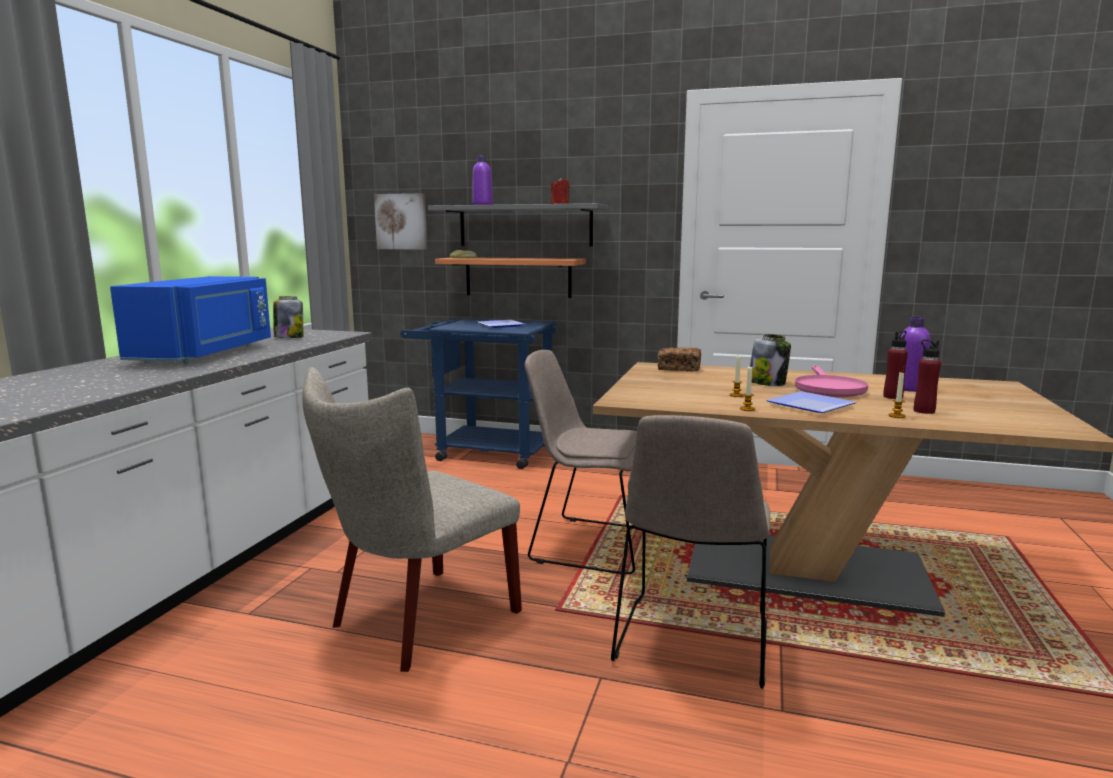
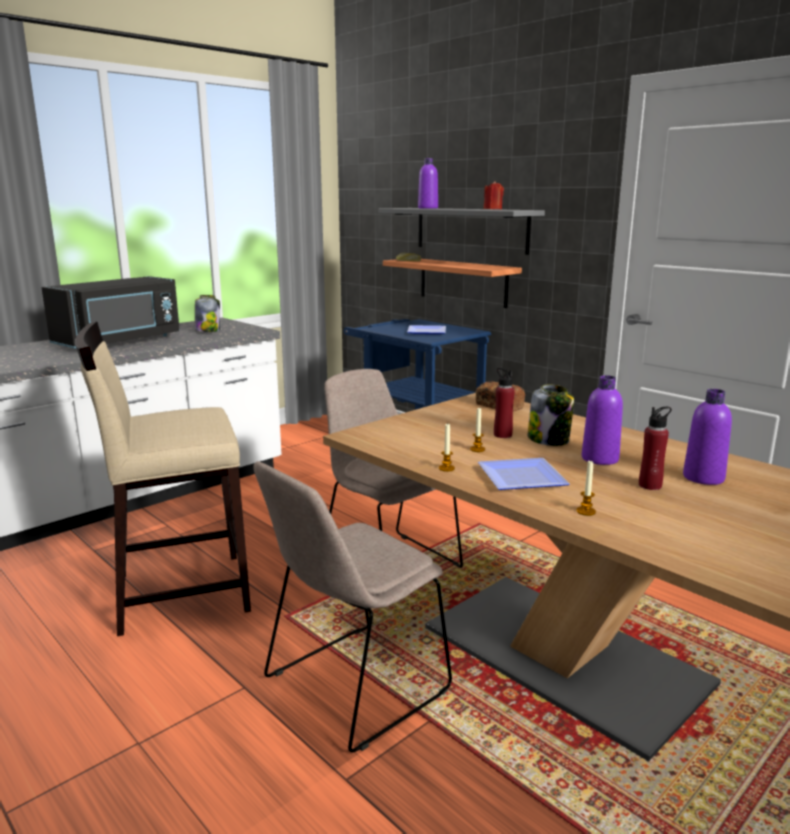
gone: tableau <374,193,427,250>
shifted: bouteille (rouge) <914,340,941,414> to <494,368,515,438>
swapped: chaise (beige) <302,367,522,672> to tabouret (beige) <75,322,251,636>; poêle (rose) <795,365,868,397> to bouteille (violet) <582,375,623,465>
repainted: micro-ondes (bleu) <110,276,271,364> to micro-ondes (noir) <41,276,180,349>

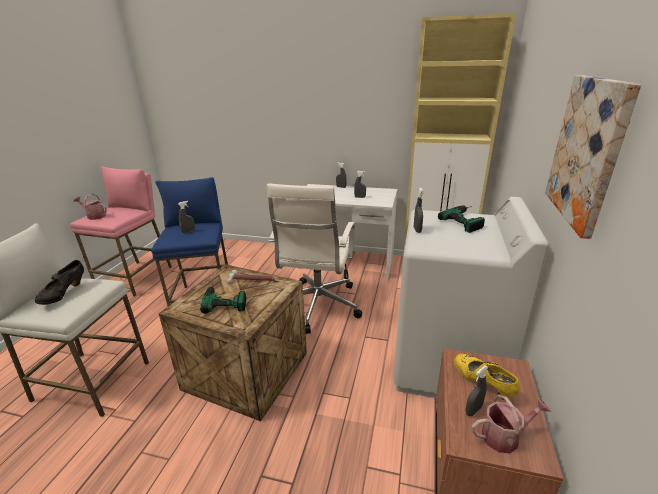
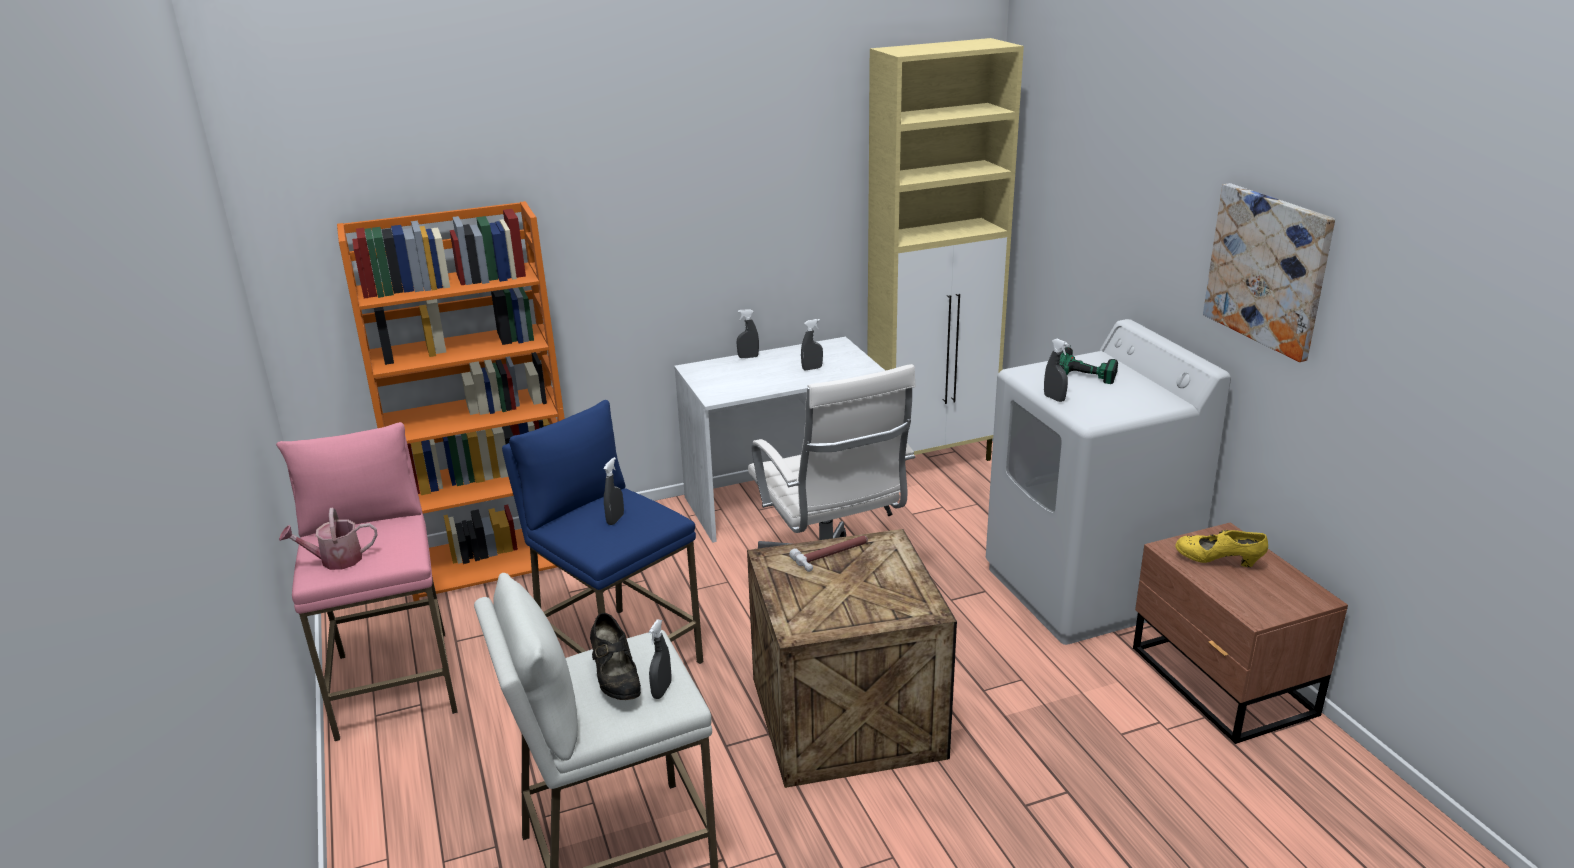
gone: perceuse <200,283,246,314>; arrosoir <471,395,551,453>
new: bibliothèque (orange) <337,201,565,601>
shifted: vaporisateur (gris) <466,365,489,416> to <649,619,671,699>

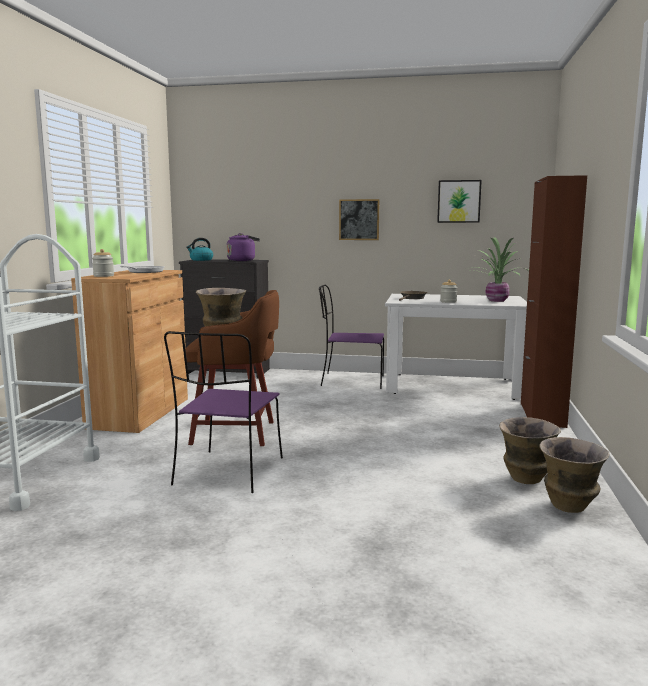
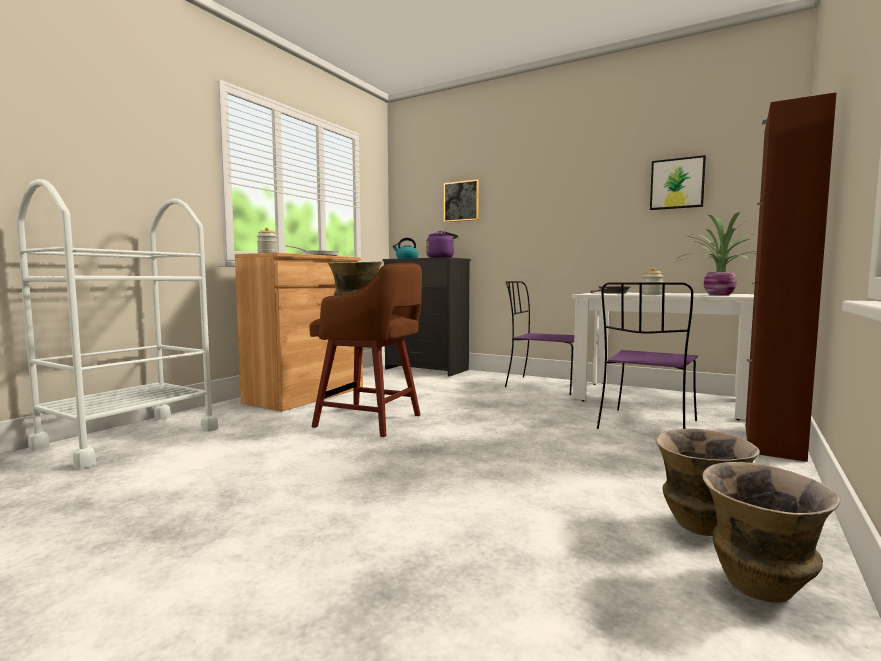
shifted: tableau <339,199,380,240> to <444,179,479,222>; chaise (violet) <164,331,283,493> to <597,282,698,429>

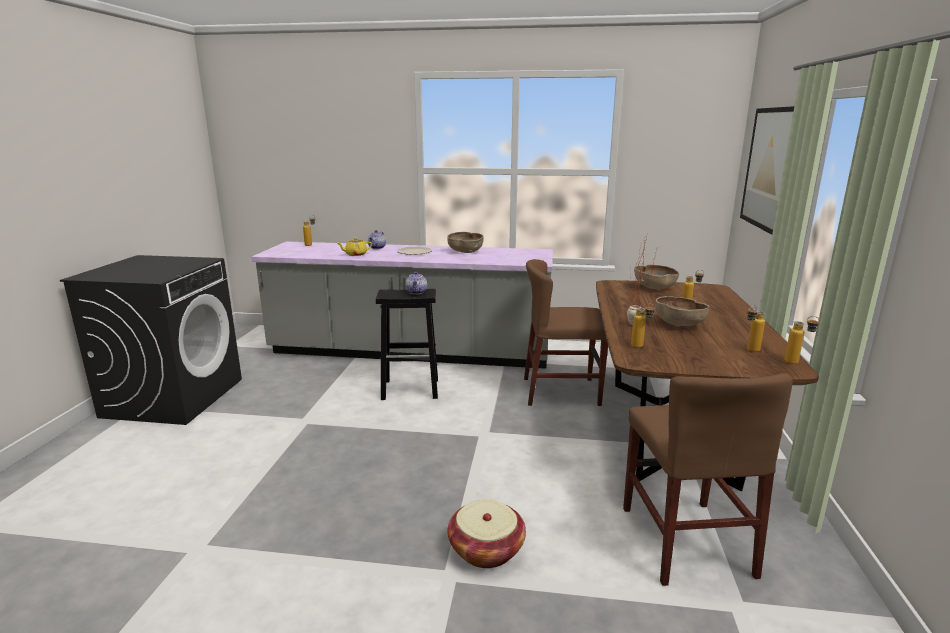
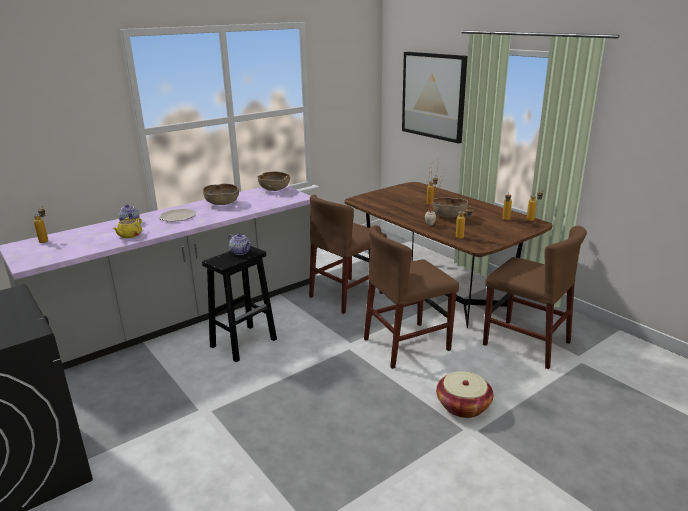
new: chaise (marron) <364,225,459,369>
shifted: bol (marron) <634,264,679,289> to <258,171,290,191>

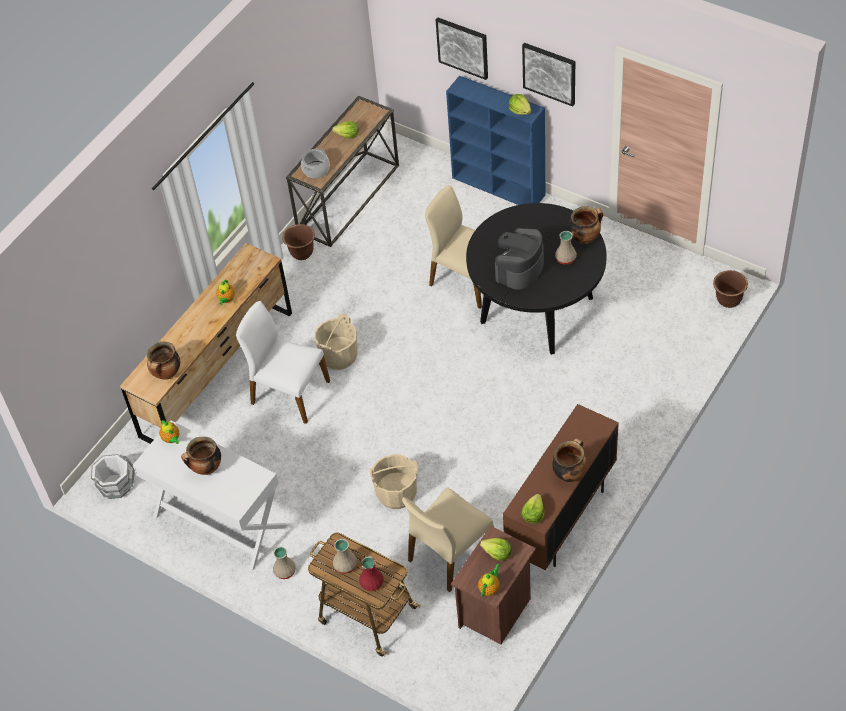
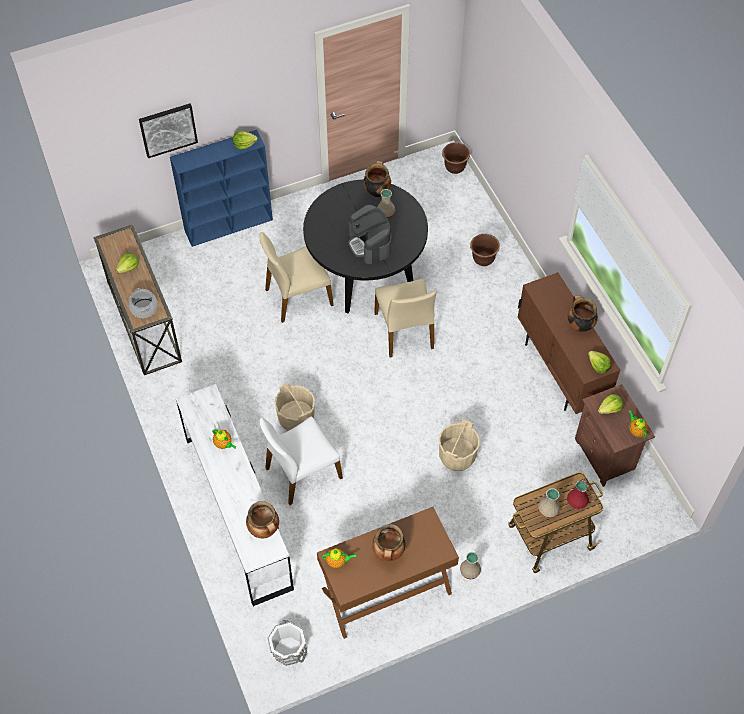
gone: tableau <522,43,575,107>
shifted: chaise (beige) <402,487,494,592> to <374,279,436,357>; cache-pot (marron) <282,224,315,260> to <470,234,500,266>
repainted: commode (marron) <120,243,292,444> to commode (blanc) <176,384,294,606>; table console (blanc) <133,420,287,571> to table console (marron) <317,507,459,639>

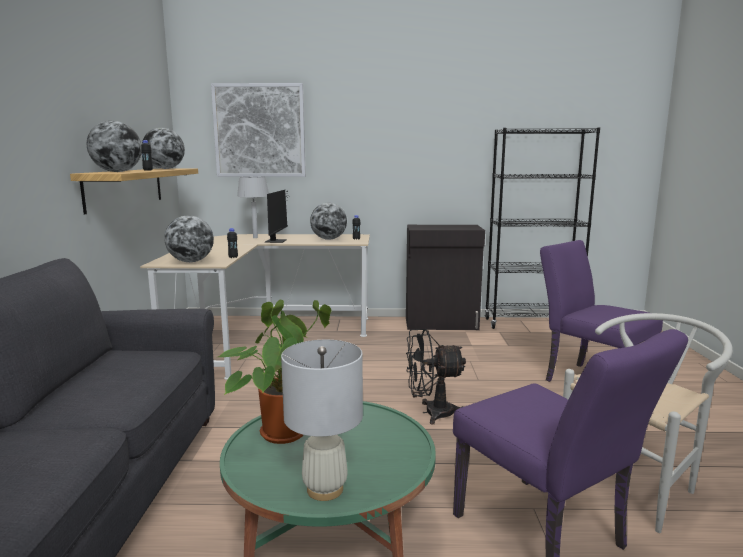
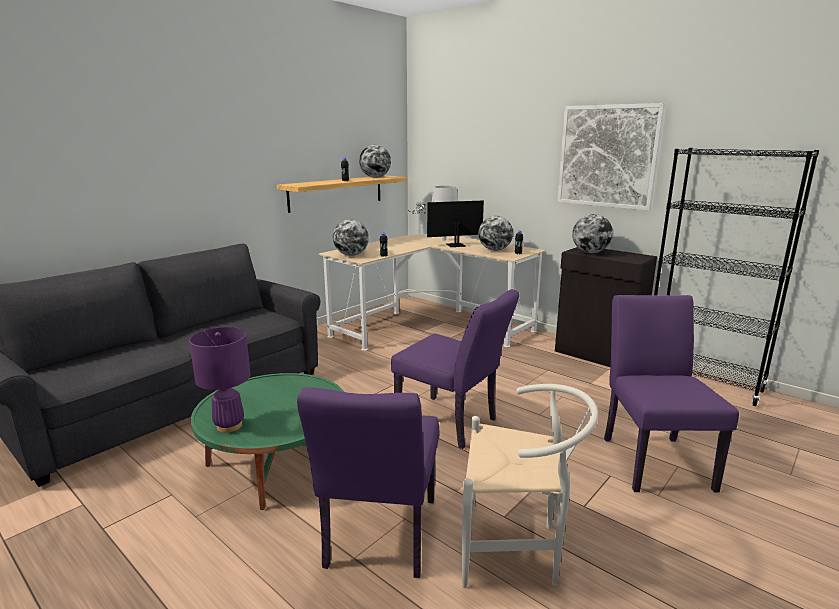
gone: plante en pot <218,300,332,444>
shifted: tableau <211,83,306,177> to <557,103,665,211>; globe <87,121,142,172> to <572,214,613,253>
swapped: ventilateur (noir) <406,329,466,424> to chaise (violet) <391,289,520,449>
repainted: lampe de table (blanc) <281,340,363,501> to lampe de table (violet) <189,327,251,433>
rotated: écran d'ordinateur <265,190,289,243> = <417,200,484,247> 150 degrees counterclockwise

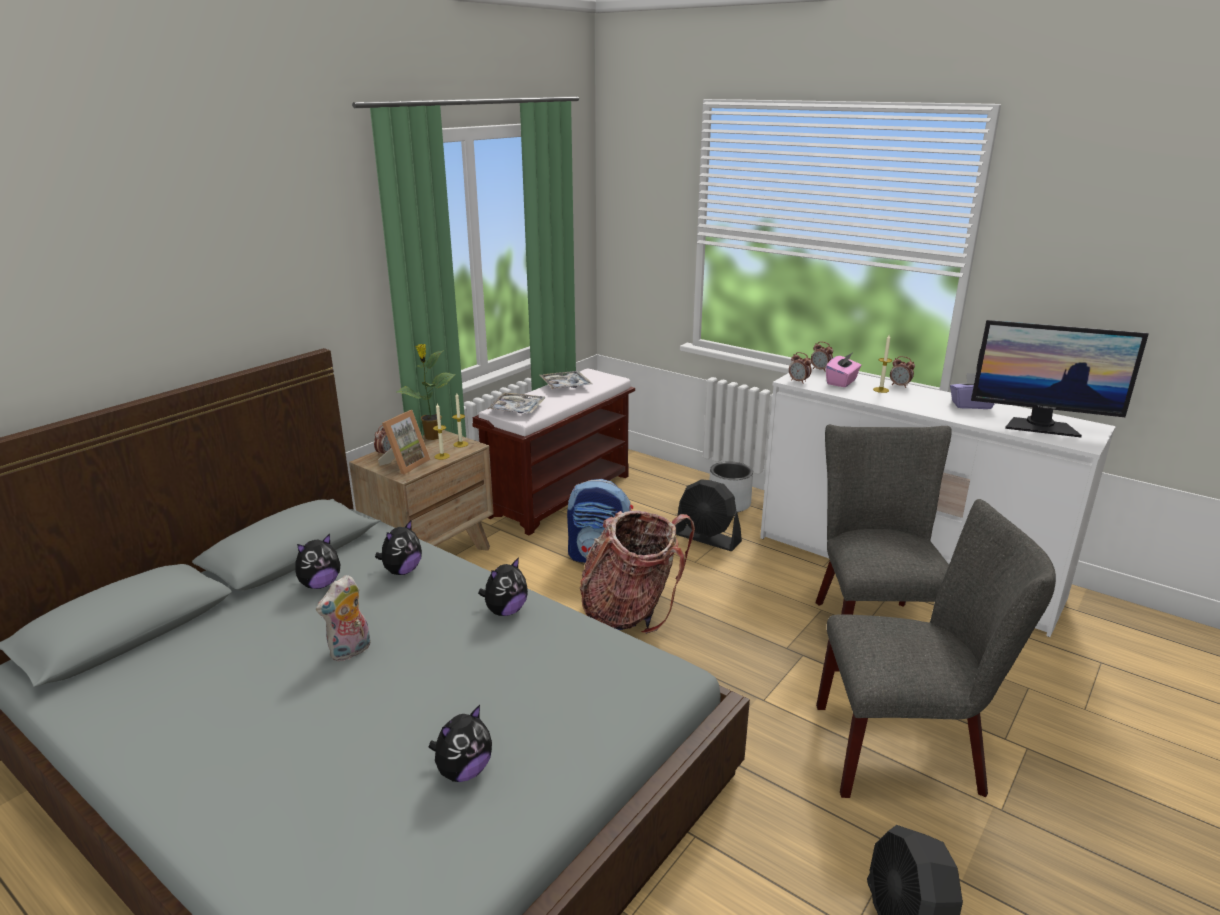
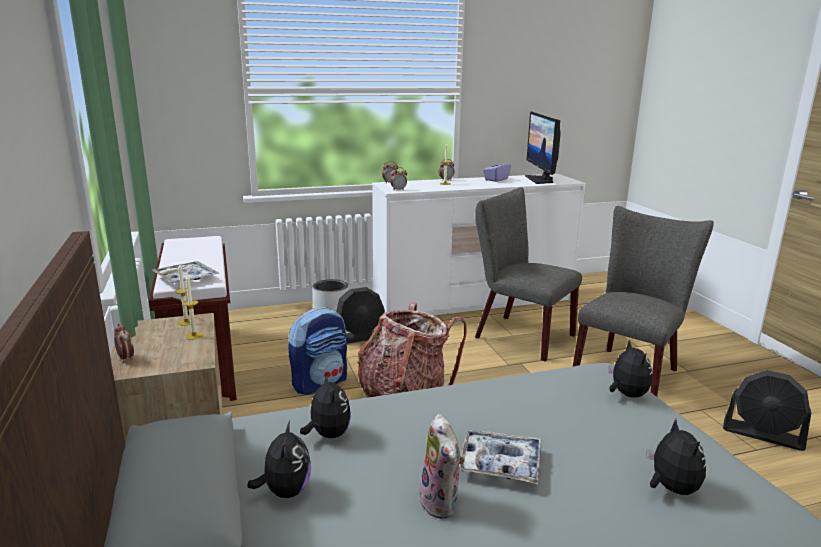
gone: cadre photo <378,410,430,475>; plante en pot <396,344,456,440>; boîte à mouchoirs (rose) <826,352,861,387>
shifted: plateau <540,371,593,389> to <459,429,542,484>; peluche <478,557,528,616> to <608,340,652,398>
rotated: écran d'ordinateur <971,320,1149,437> = <525,111,561,184> 120 degrees clockwise

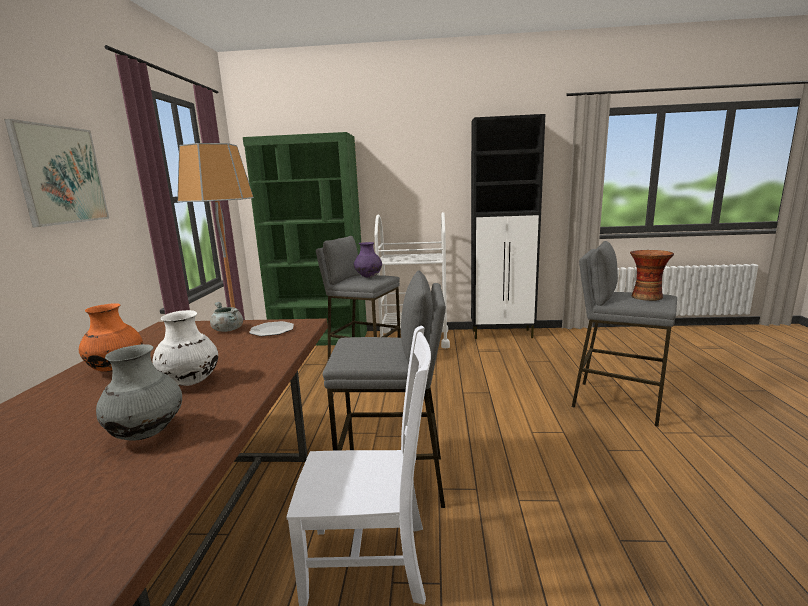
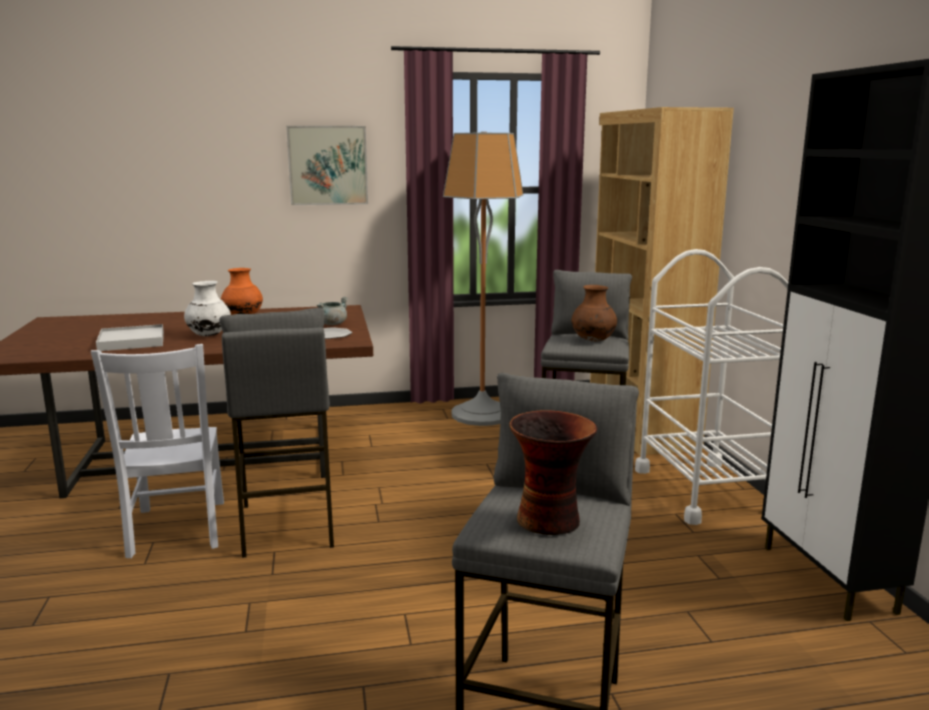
swapped: vase (gris) <96,344,182,440> to plateau (blanc) <96,324,164,351>
repainted: vase (violet) <354,242,382,277> to vase (marron) <571,285,617,342>; bibliothèque (vert) <243,132,367,346> to bibliothèque (marron) <590,107,734,455>

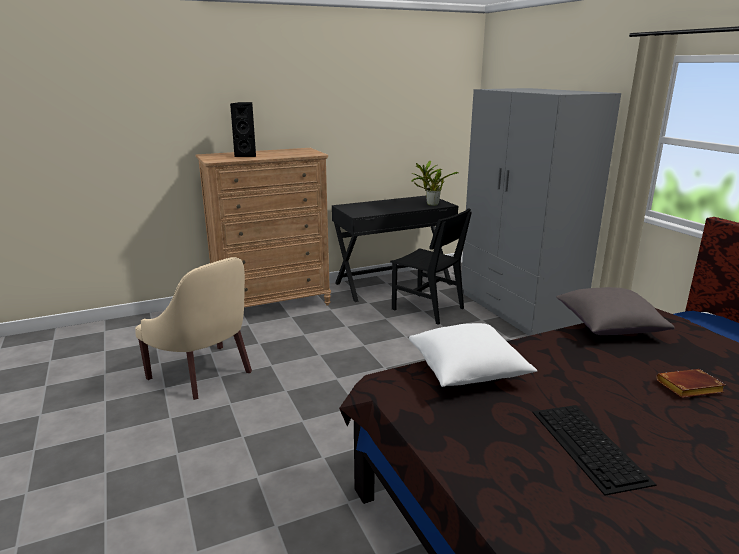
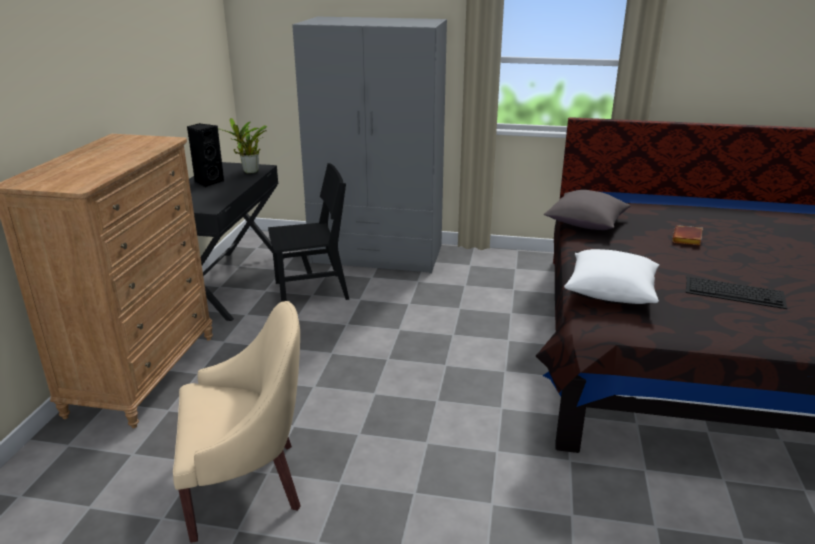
shifted: enceinte (noir) <230,102,256,157> to <187,123,225,187>

